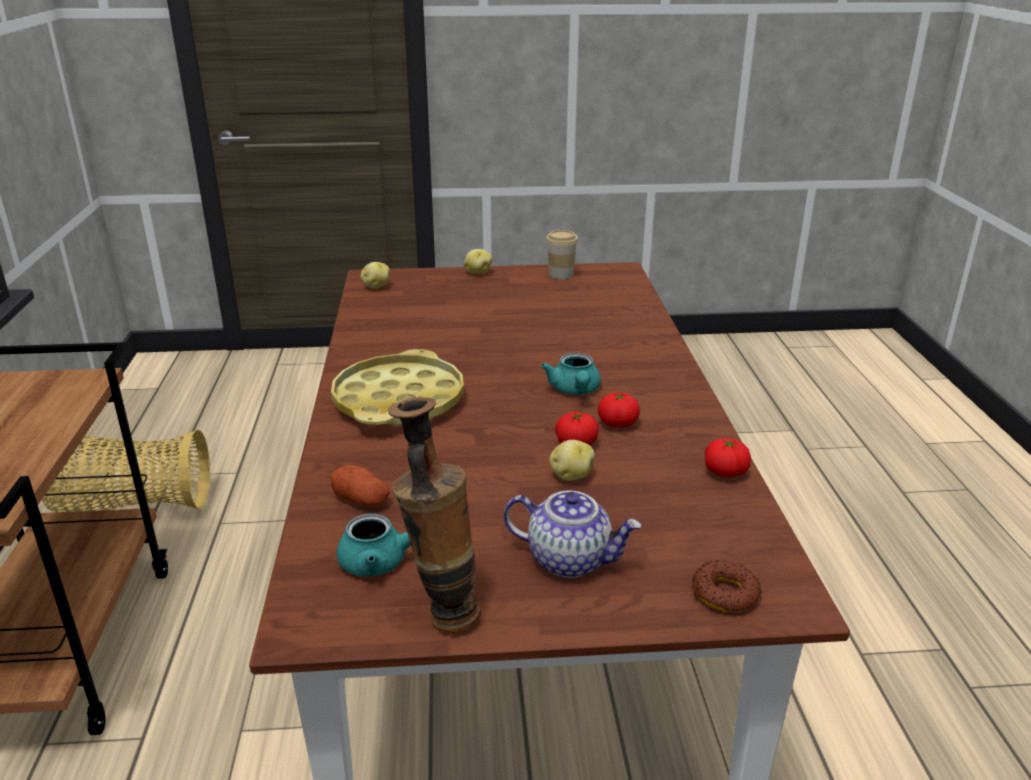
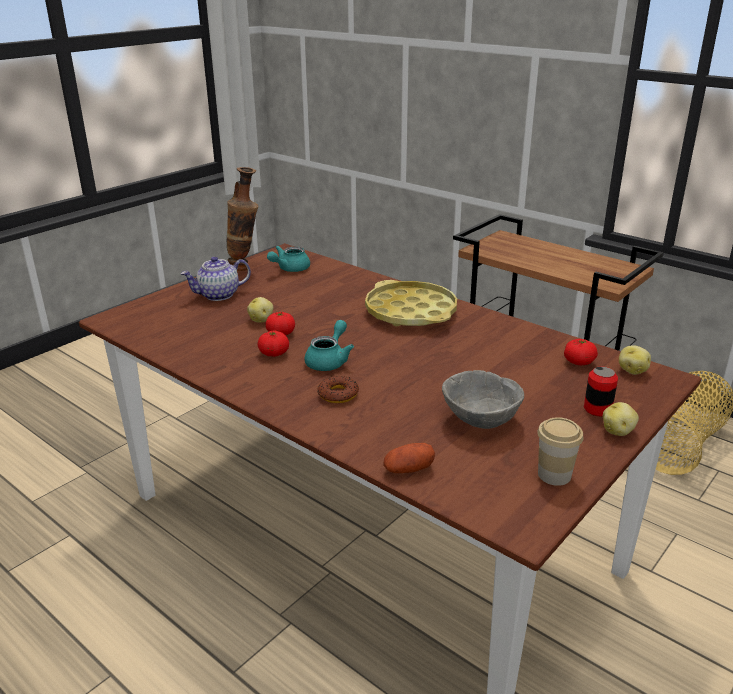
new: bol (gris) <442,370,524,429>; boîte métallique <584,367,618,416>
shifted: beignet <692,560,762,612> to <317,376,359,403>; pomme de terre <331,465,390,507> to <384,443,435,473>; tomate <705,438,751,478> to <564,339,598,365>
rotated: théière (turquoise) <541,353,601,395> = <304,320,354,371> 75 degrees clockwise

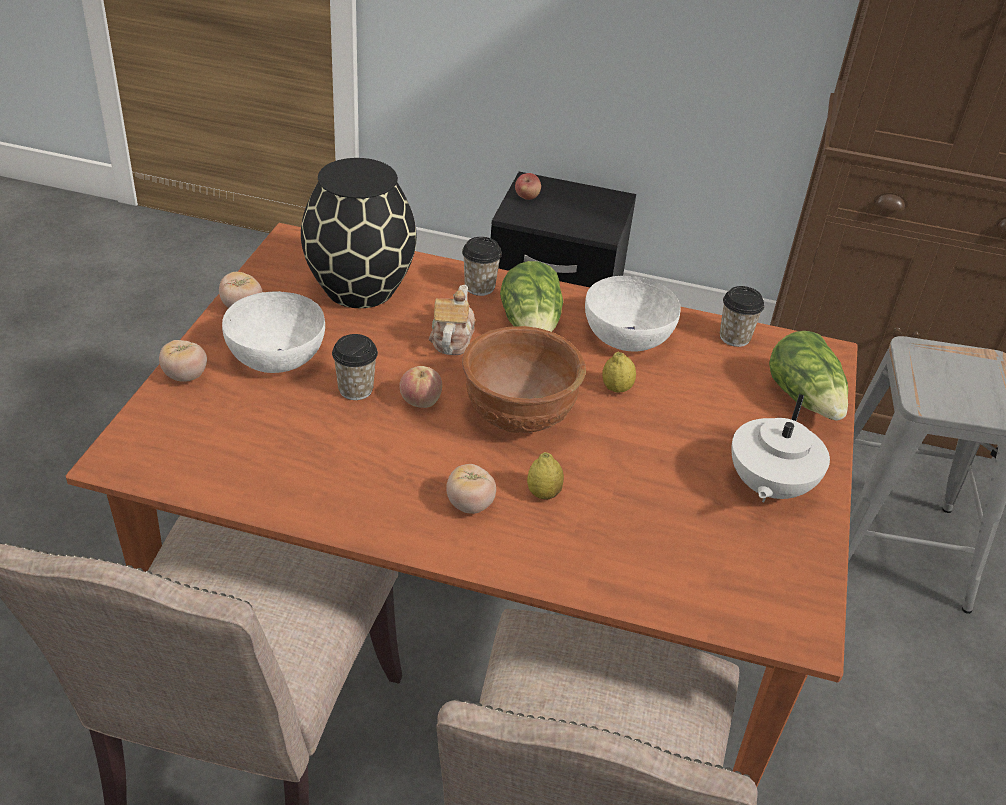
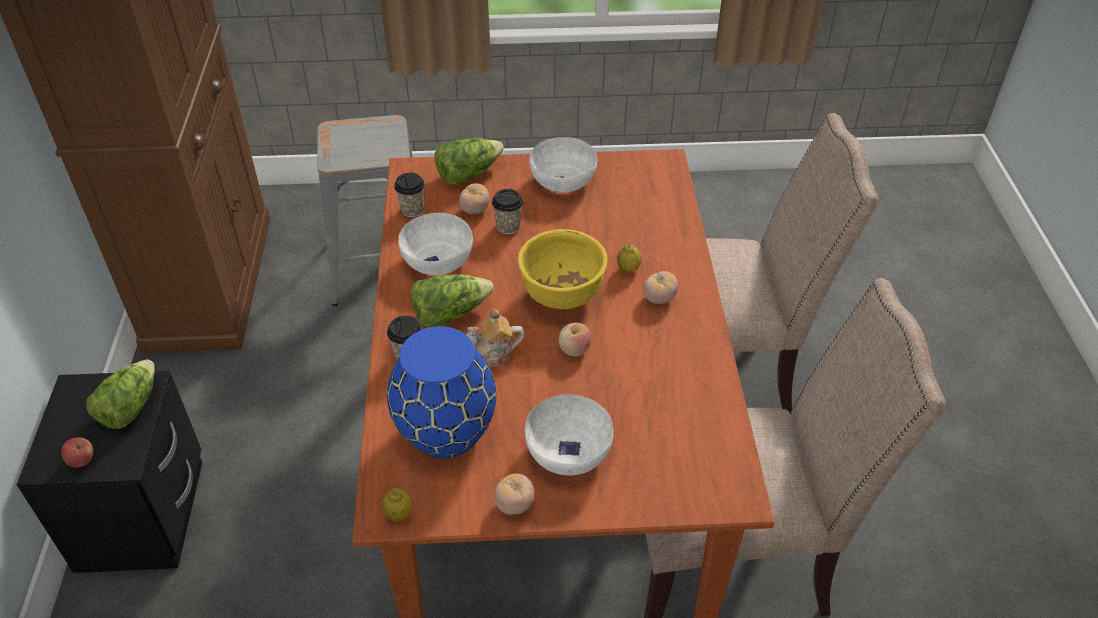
new: laitue <86,359,155,429>
shifted: citron <602,352,636,393> to <382,488,412,522>; tomate <159,340,207,381> to <459,183,490,214>; tasse <332,334,378,400> to <492,189,523,234>
swapped: théière (blanc) <731,394,830,502> to bol (blanc) <529,137,597,192>
repainted: vase (noir) <301,158,417,308> to vase (bleu) <387,326,496,459>; bol (marron) <462,326,586,433> to bol (jaune) <518,229,608,309>

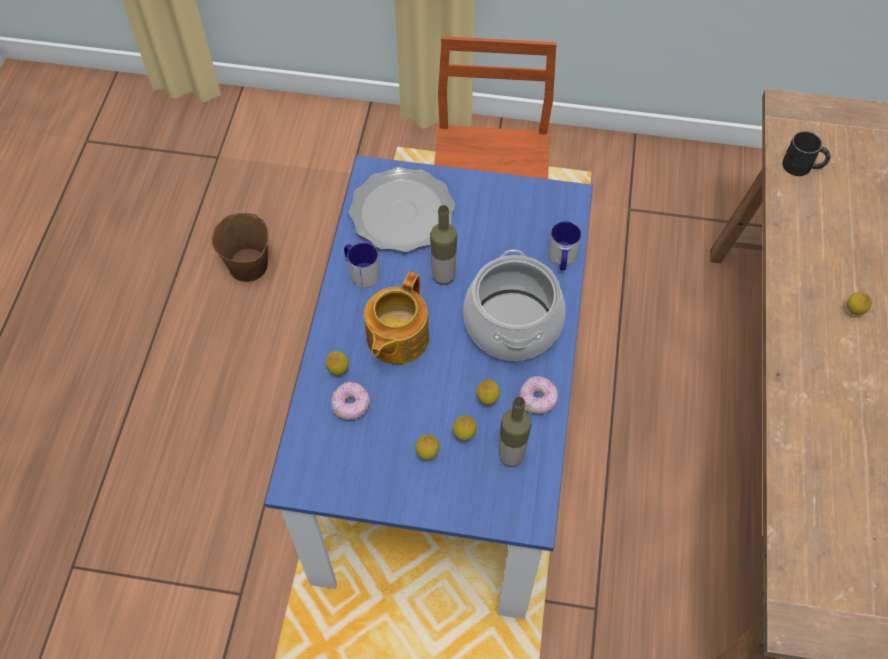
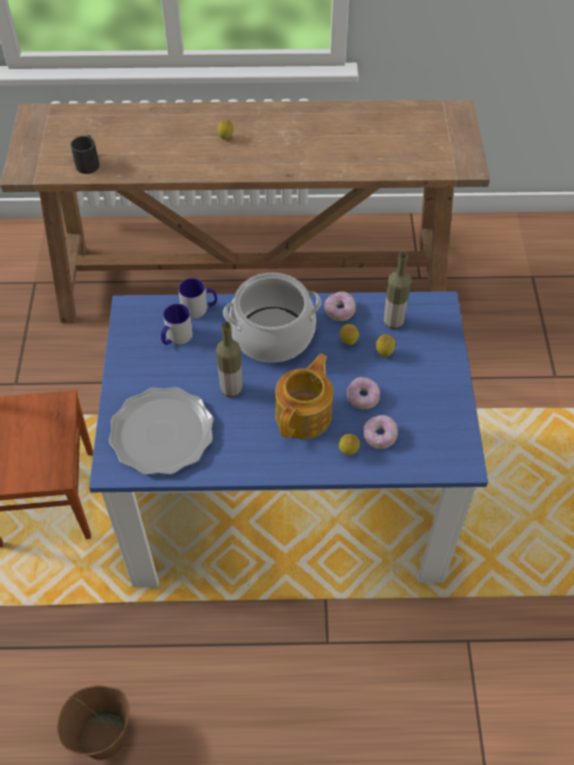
gone: citron <415,434,439,460>
new: beignet <347,377,380,410>
shifted: mug <344,243,380,288> to <161,304,193,345>
rotated: théière <364,272,429,364> = <275,354,333,439> 75 degrees counterclockwise

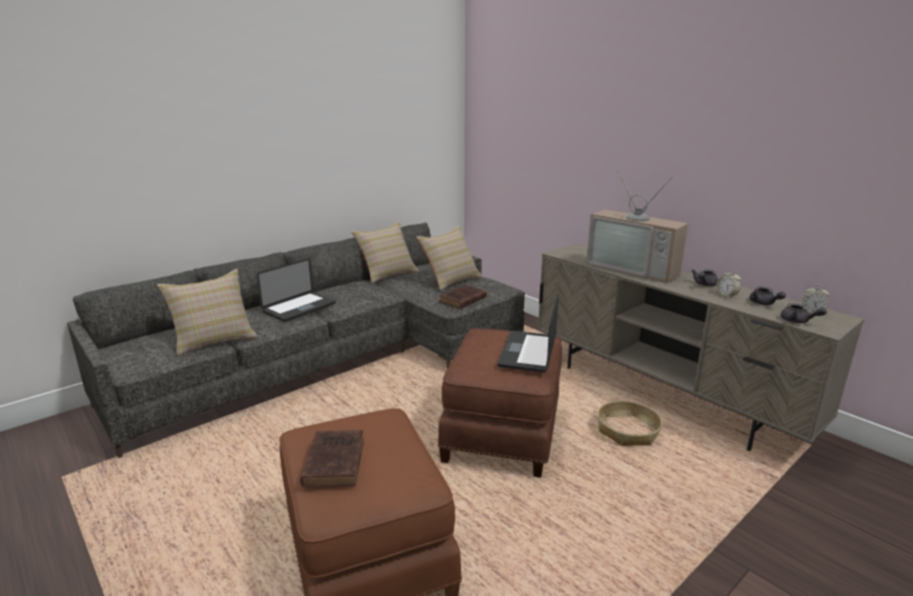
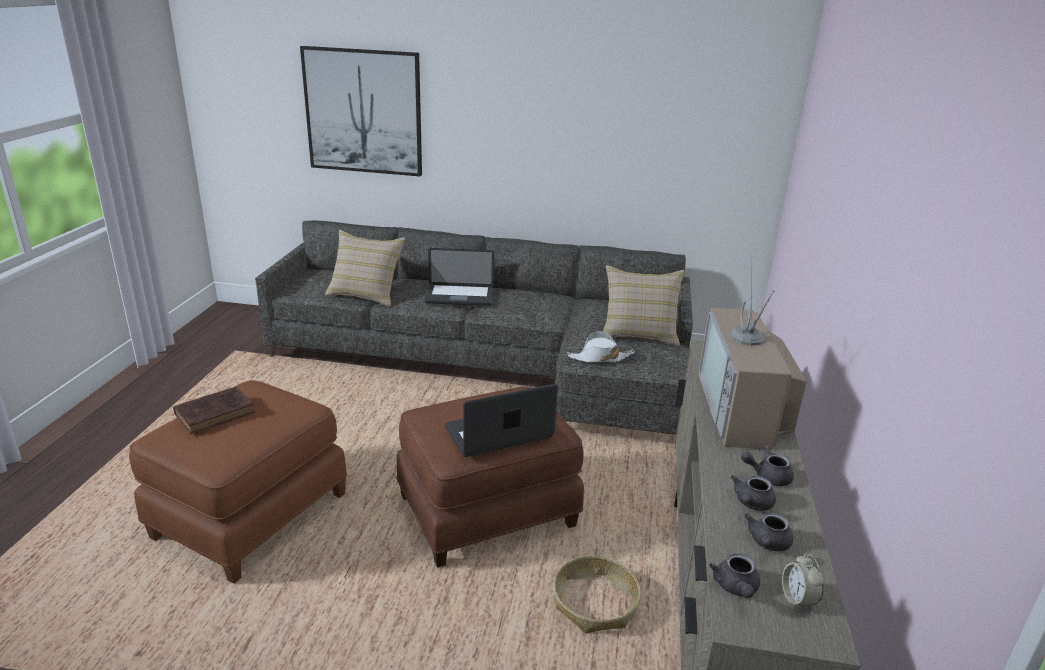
gone: coussin (beige) <351,221,419,283>
new: tableau <300,46,422,176>
swapped: livre (marron) <439,285,487,308> to chapeau (blanc) <566,331,635,362>; réveil <717,269,741,297> to théière (gris) <731,475,776,511>

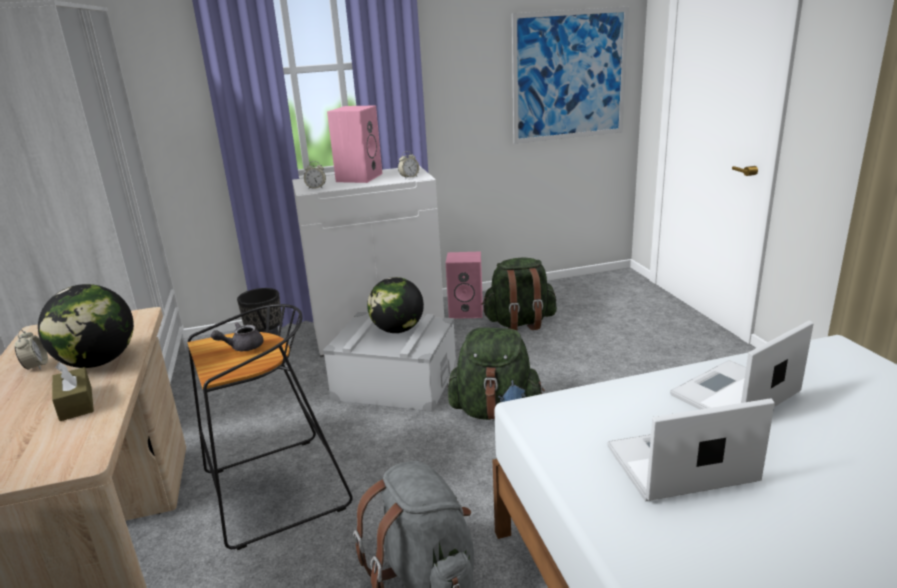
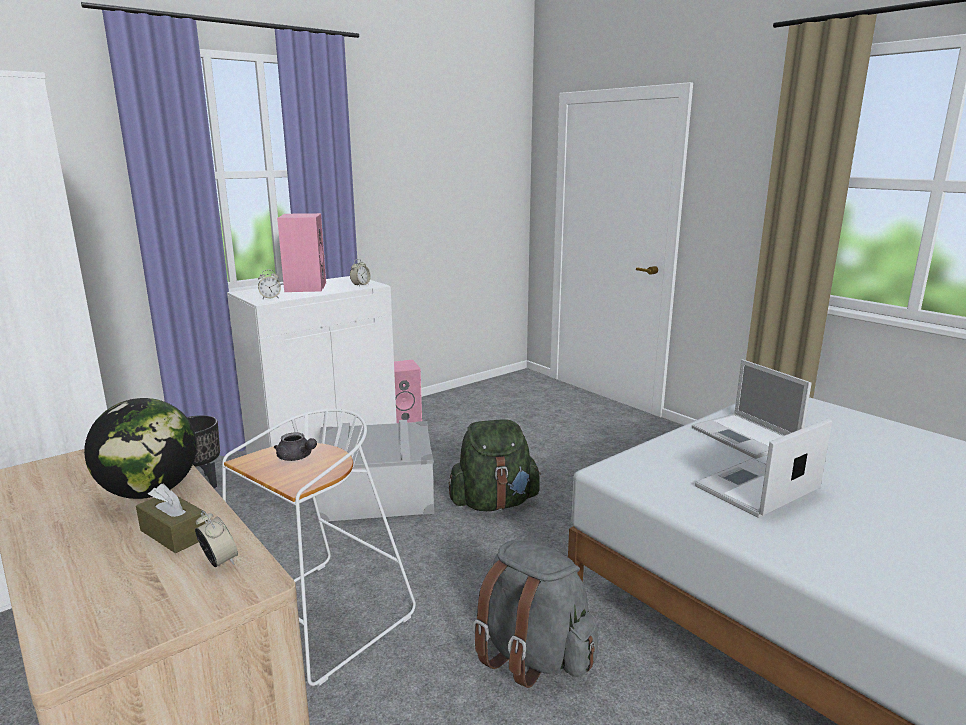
gone: globe <367,277,424,333>; sac à dos (vert) <481,258,557,331>; tableau <512,7,629,144>
shifted: réveil <15,329,48,370> to <195,510,238,567>
repainted: tabouret (noir) <188,304,353,550> to tabouret (blanc) <222,409,416,686>
rotated: théière (gris) <211,322,264,351> = <274,432,317,461> 90 degrees counterclockwise; ordinateur portable <670,321,814,410> = <692,359,812,459> 60 degrees counterclockwise

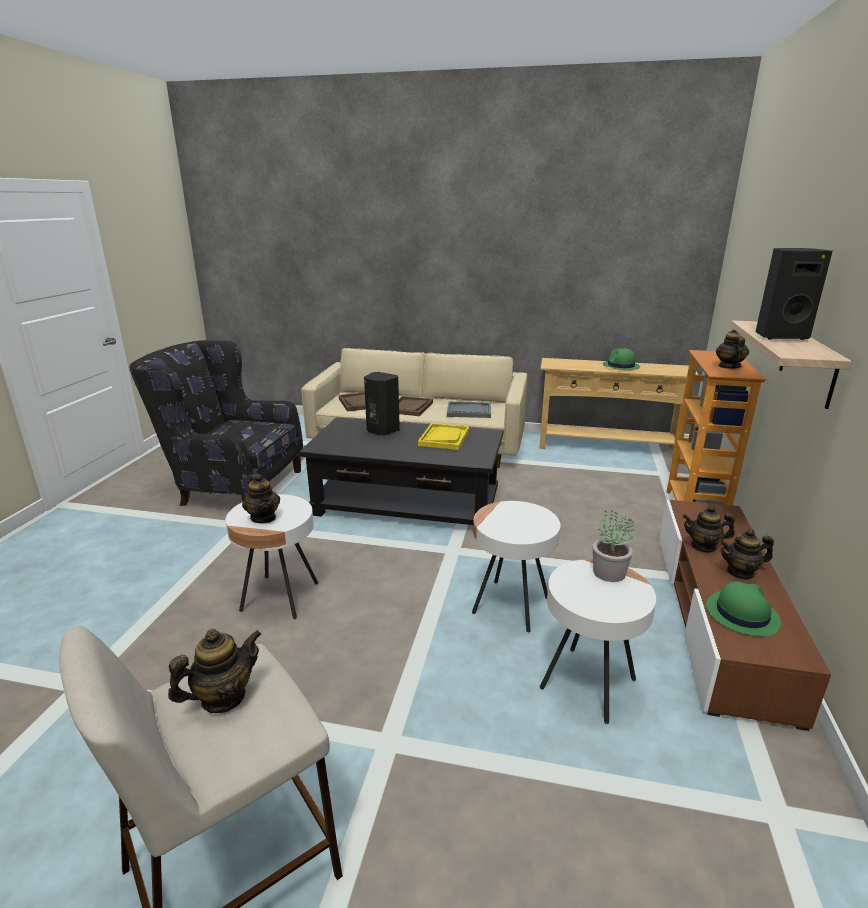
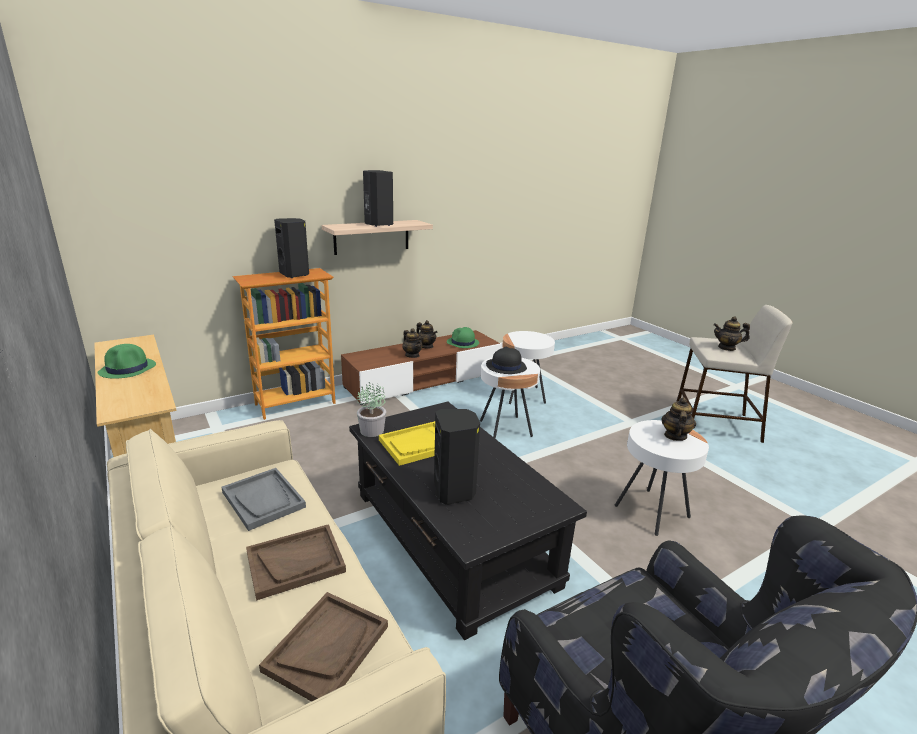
new: chapeau (noir) <486,347,527,374>
shifted: plante en pot <593,510,634,582> to <357,382,386,437>
swapped: théière <716,329,749,369> to enceinte (noir) <274,218,309,278>

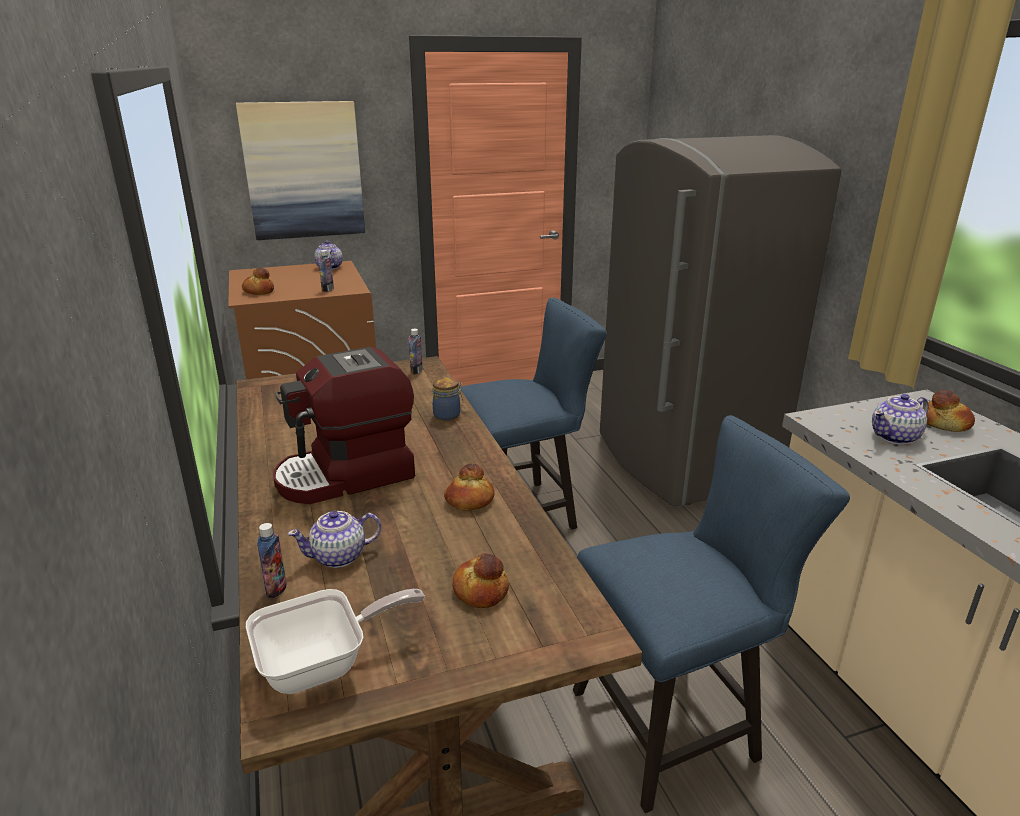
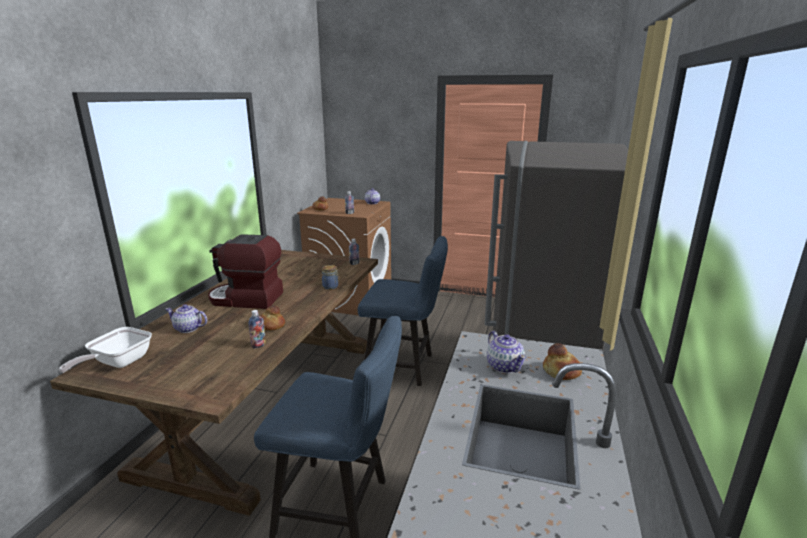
gone: tableau <236,101,365,240>; pain <452,553,509,608>
shifted: bouteille <257,523,287,598> to <249,310,266,349>
rotated: poêle <246,589,425,694> = <59,327,152,373> 105 degrees clockwise; théière <872,394,929,445> = <487,331,526,373> 120 degrees counterclockwise

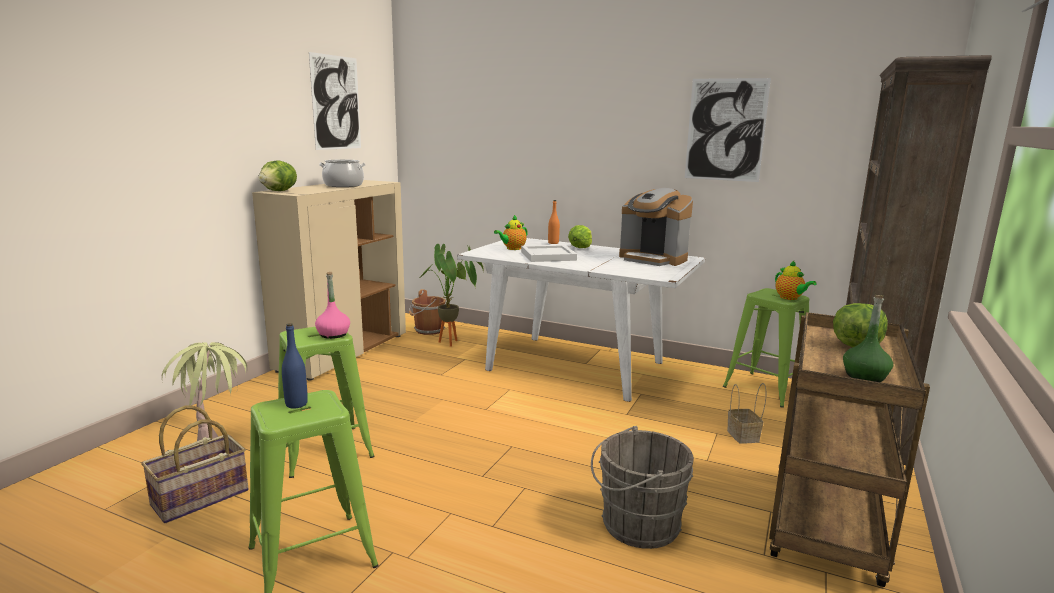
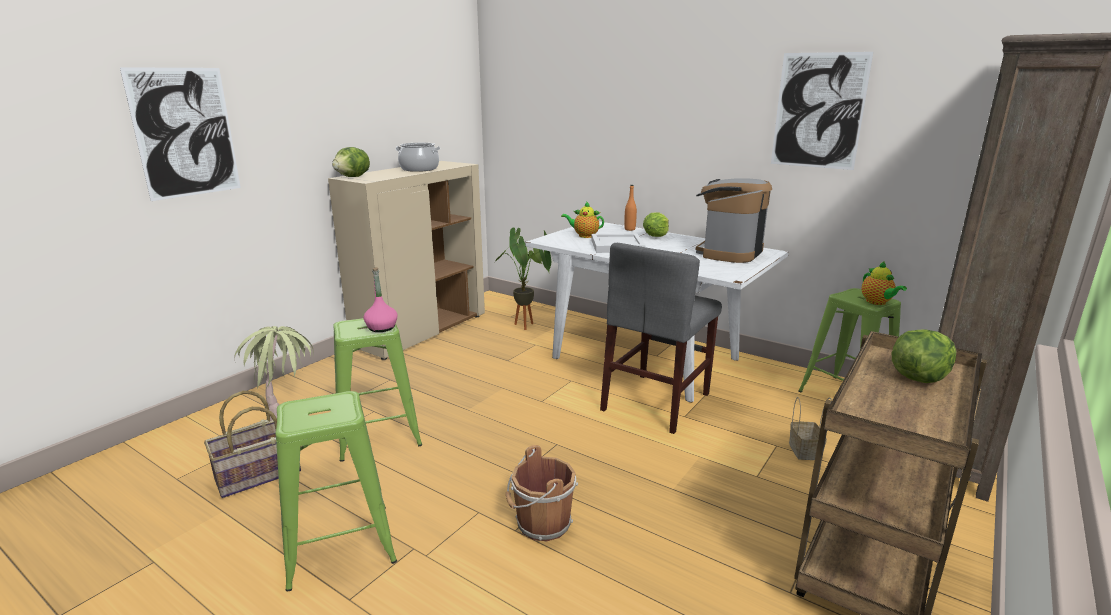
gone: bouteille (bleu) <282,323,308,409>; seau (gris) <591,426,694,549>; bouteille (vert) <843,295,893,382>
new: chaise (gris) <600,243,722,434>
shifted: tableau <309,52,361,150> to <120,67,241,201>; seau (marron) <409,289,446,335> to <506,445,578,541>
rotated: théière <494,215,528,250> = <561,201,604,238> 45 degrees clockwise; machine à café <619,188,693,266> = <696,178,772,263> 75 degrees clockwise

